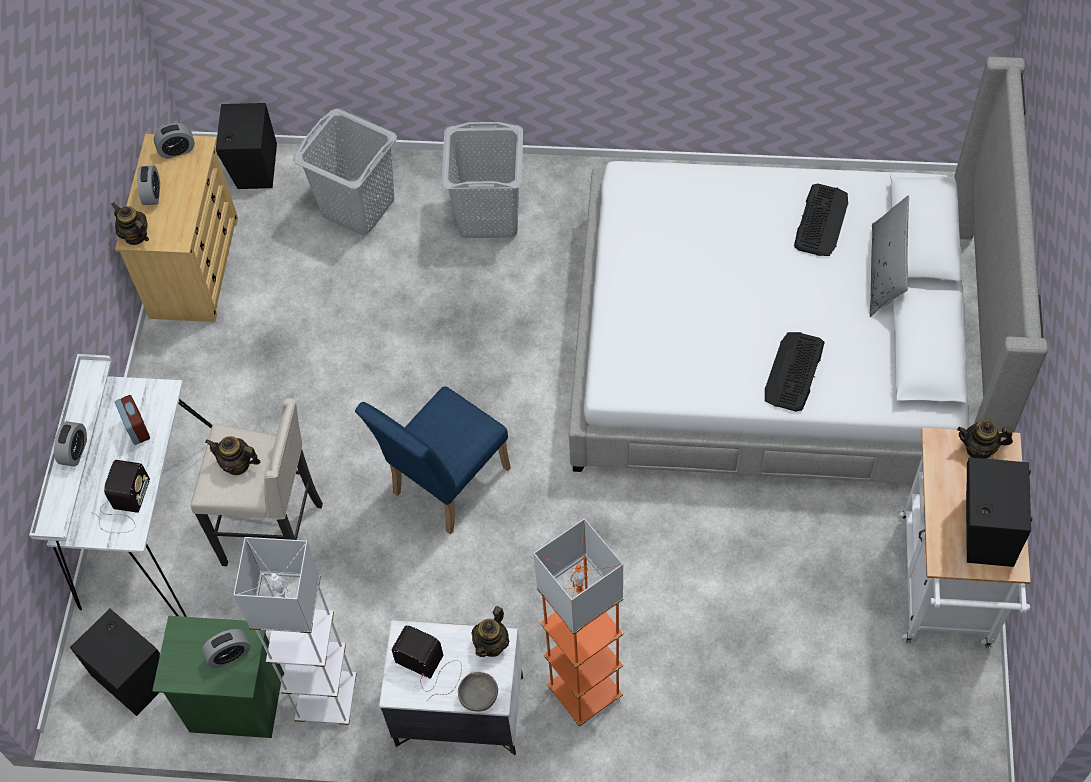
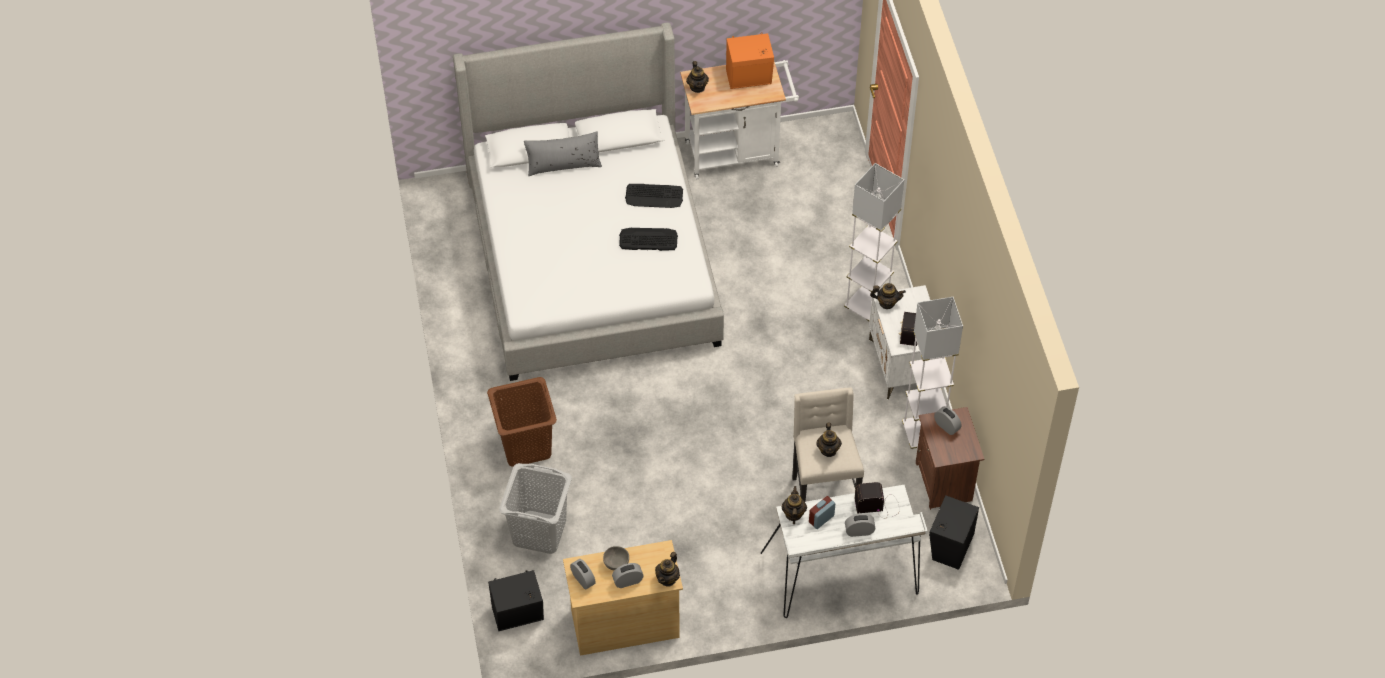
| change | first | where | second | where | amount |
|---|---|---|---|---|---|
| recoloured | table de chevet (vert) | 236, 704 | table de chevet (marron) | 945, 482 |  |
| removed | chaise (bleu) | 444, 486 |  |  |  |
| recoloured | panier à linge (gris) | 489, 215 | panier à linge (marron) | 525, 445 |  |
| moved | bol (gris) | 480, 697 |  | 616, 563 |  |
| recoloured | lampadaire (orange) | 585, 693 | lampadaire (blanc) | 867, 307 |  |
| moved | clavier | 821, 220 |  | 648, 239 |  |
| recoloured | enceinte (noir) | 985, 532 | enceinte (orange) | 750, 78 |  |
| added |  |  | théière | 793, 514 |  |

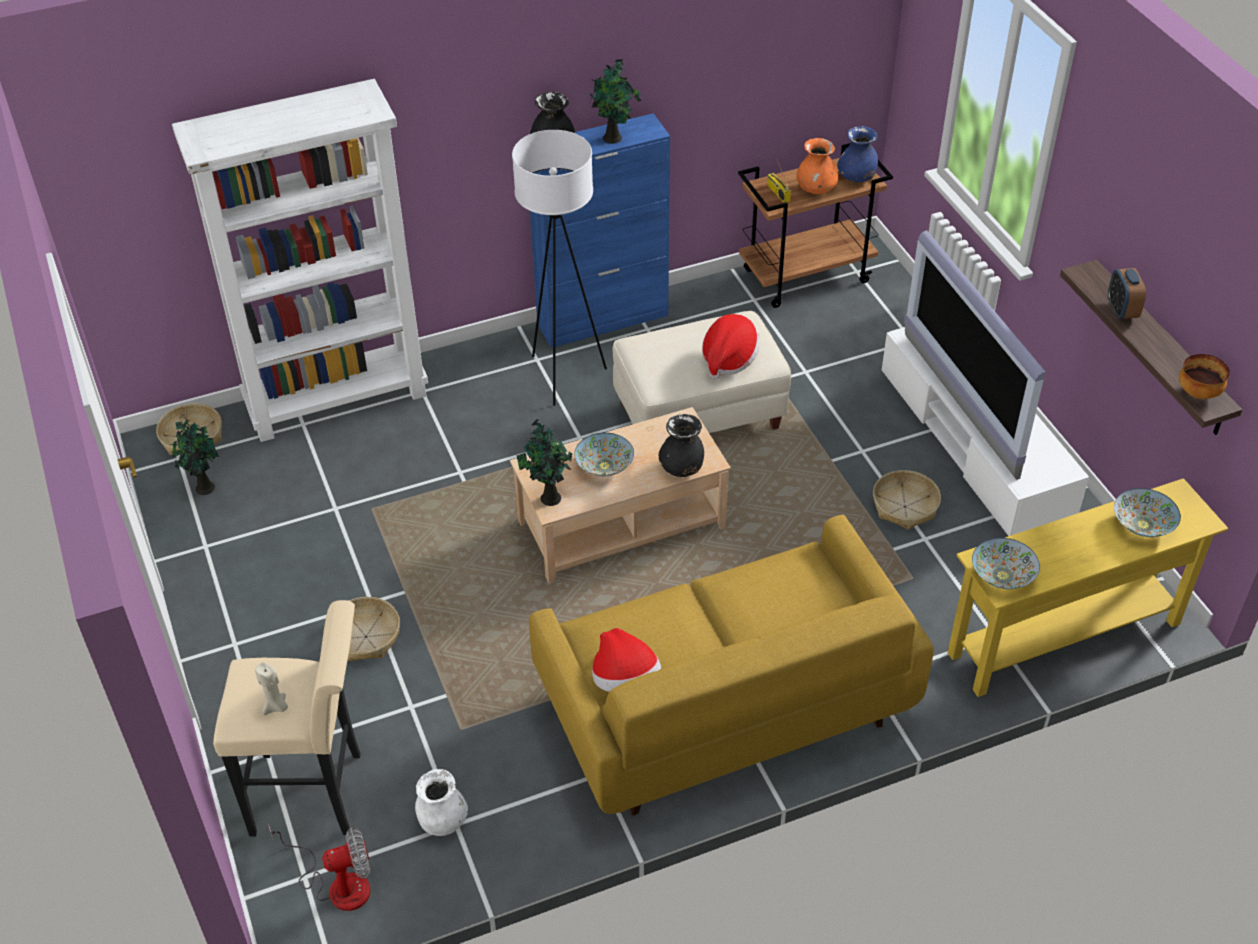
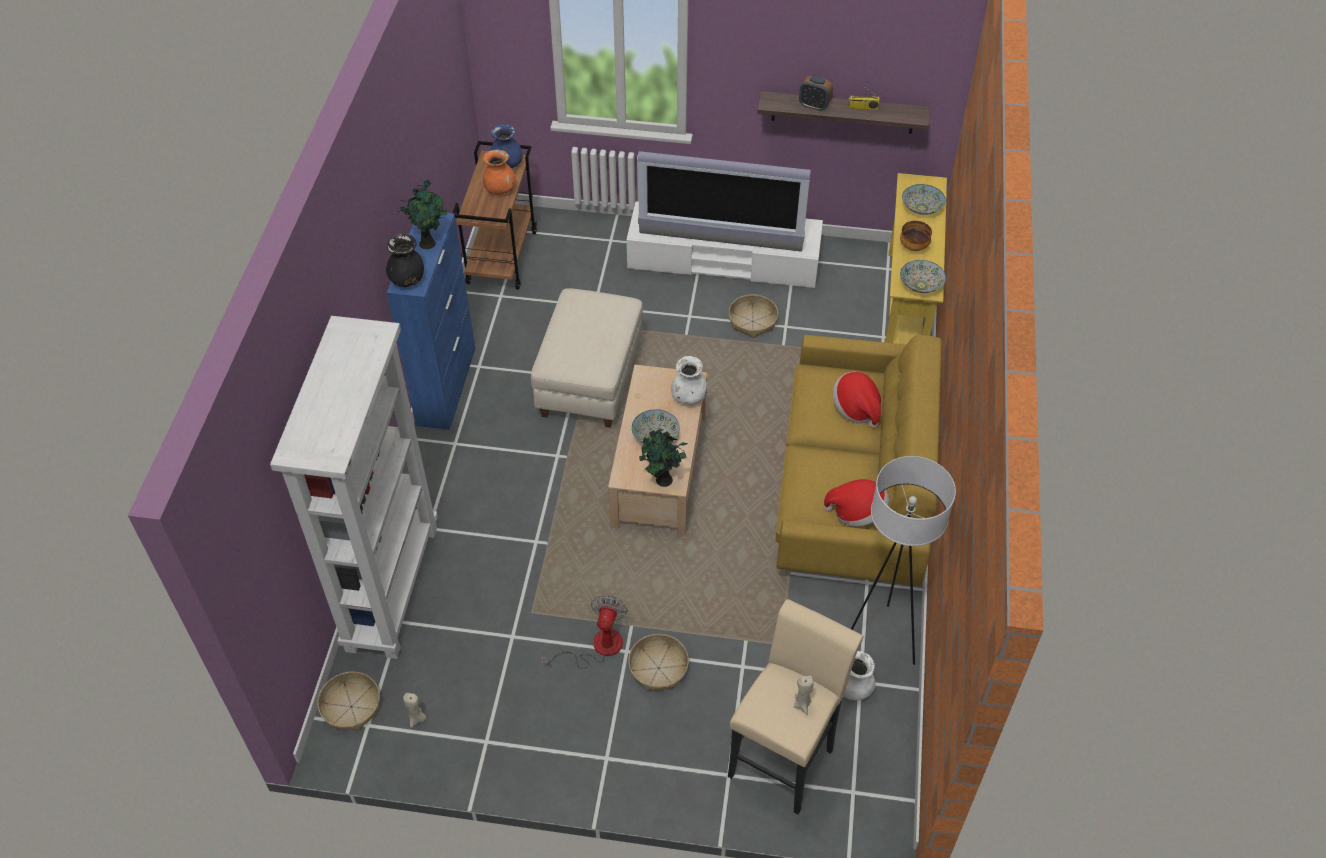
| change | first | where | second | where | amount |
|---|---|---|---|---|---|
| replaced | plante en pot | 203, 487 | bougie (beige) | 417, 719 |  |
| moved | ventilateur | 337, 884 |  | 597, 647 |  |
| moved | lampadaire (blanc) | 563, 375 |  | 879, 639 |  |
| recoloured | vase (noir) | 682, 468 | vase (blanc) | 689, 397 |  |
| moved | chapeau | 728, 359 |  | 856, 408 |  |
| moved | radio | 777, 193 |  | 862, 107 |  |
| moved | bol | 1199, 393 |  | 914, 247 |  |

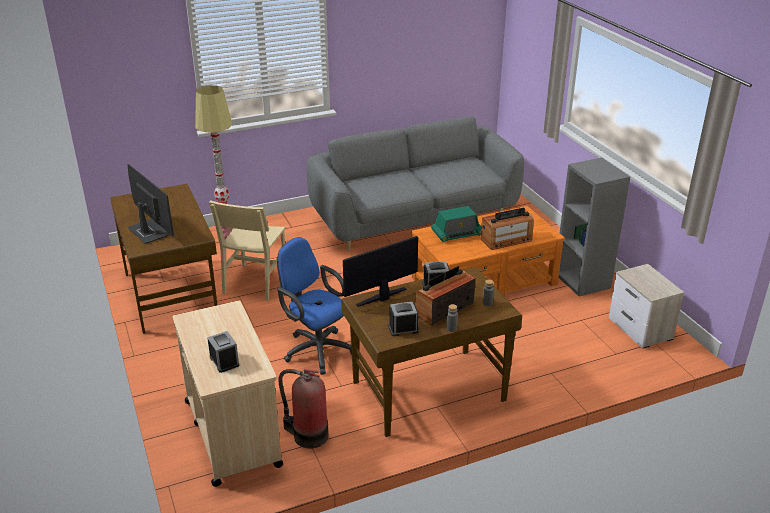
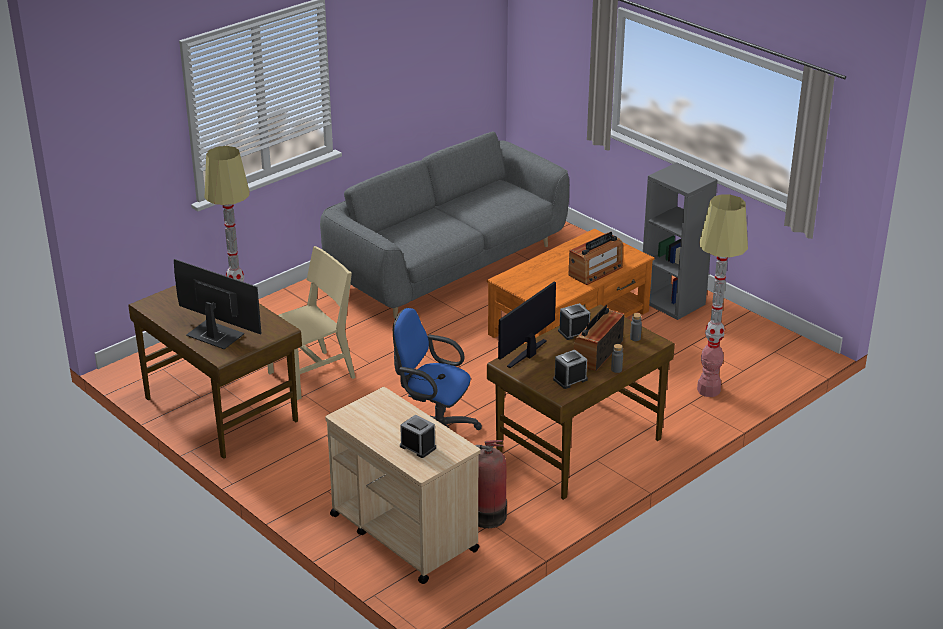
| change | first | where | second | where | amount |
|---|---|---|---|---|---|
| turned | chaise (beige) | 255, 282 |  | 312, 375 | 120 degrees counterclockwise |
| removed | radio | 457, 234 |  |  |  |
| removed | table de chevet | 640, 329 |  |  |  |
| added |  |  | lampadaire | 708, 390 |  |

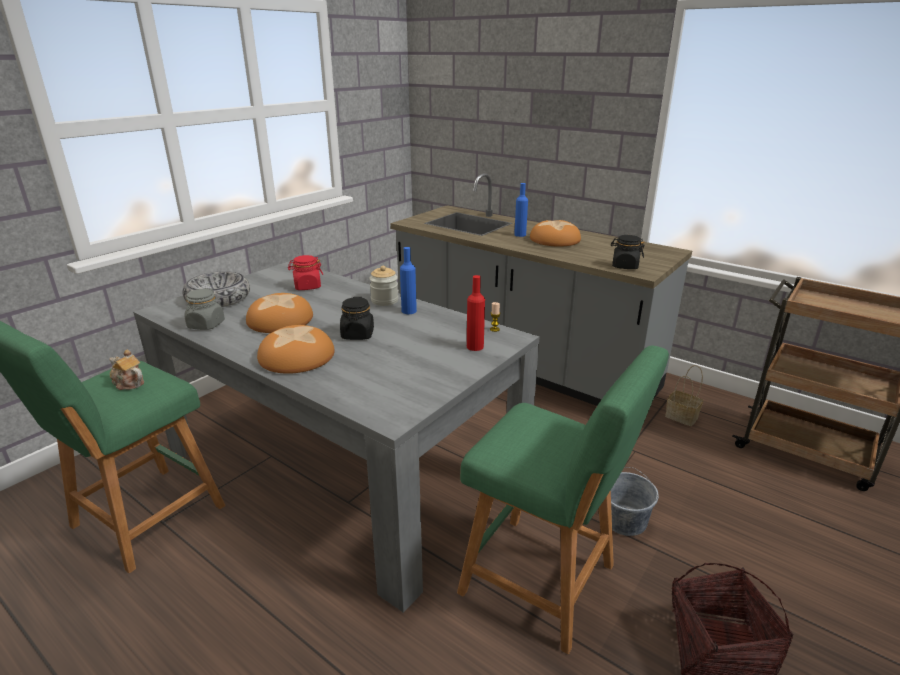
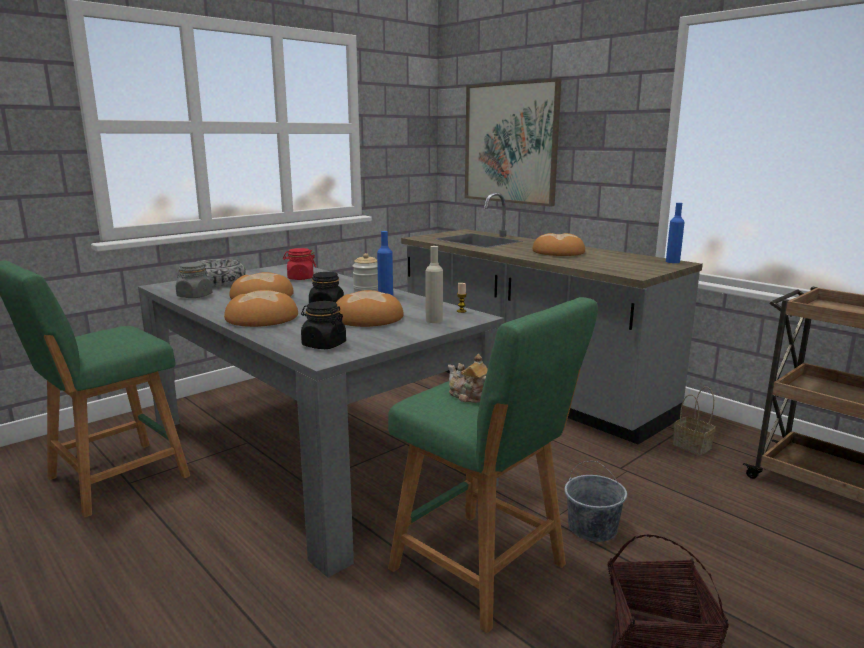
| change | first | where | second | where | amount |
|---|---|---|---|---|---|
| moved | théière | 128, 383 |  | 468, 396 |  |
| recoloured | bouteille (rouge) | 475, 346 | bouteille (beige) | 434, 320 |  |
| moved | bouteille (bleu) | 520, 235 |  | 672, 262 |  |
| moved | bocal (noir) | 625, 266 |  | 323, 345 |  |
| added |  |  | pain | 368, 318 |  |
| added |  |  | tableau | 510, 143 |  |

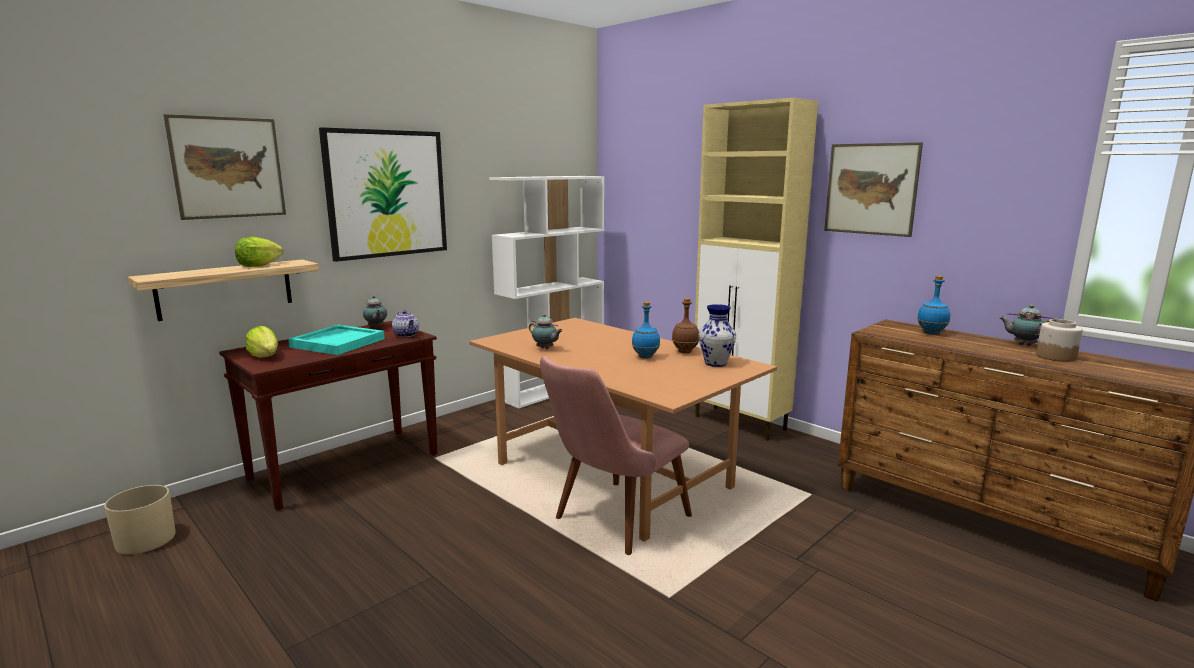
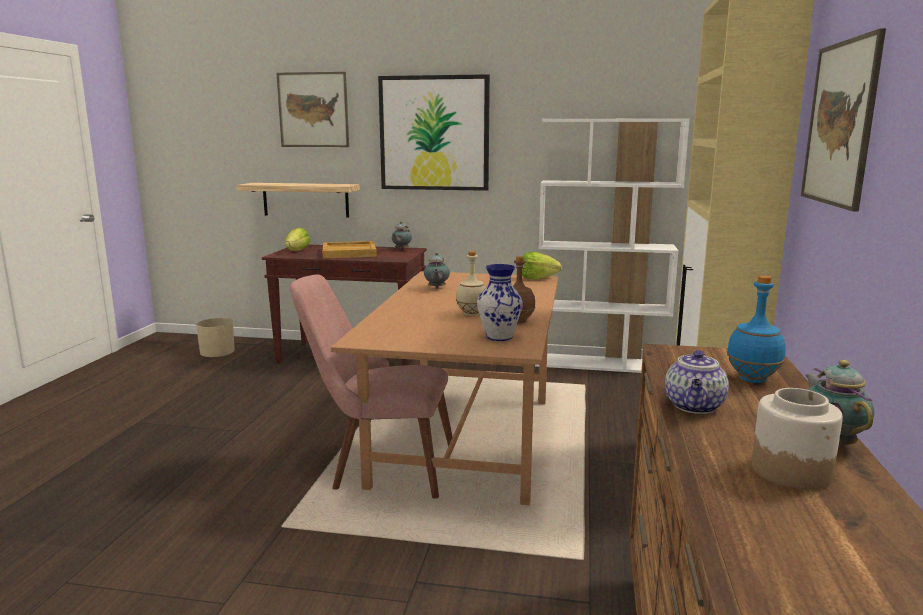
| change | first | where | second | where | amount |
|---|---|---|---|---|---|
| moved | laitue | 258, 265 |  | 537, 278 |  |
| recoloured | plateau (turquoise) | 338, 343 | plateau (beige) | 349, 252 |  |
| moved | théière | 407, 335 |  | 695, 407 |  |
| recoloured | bouteille (bleu) | 645, 357 | bouteille (beige) | 471, 314 |  |

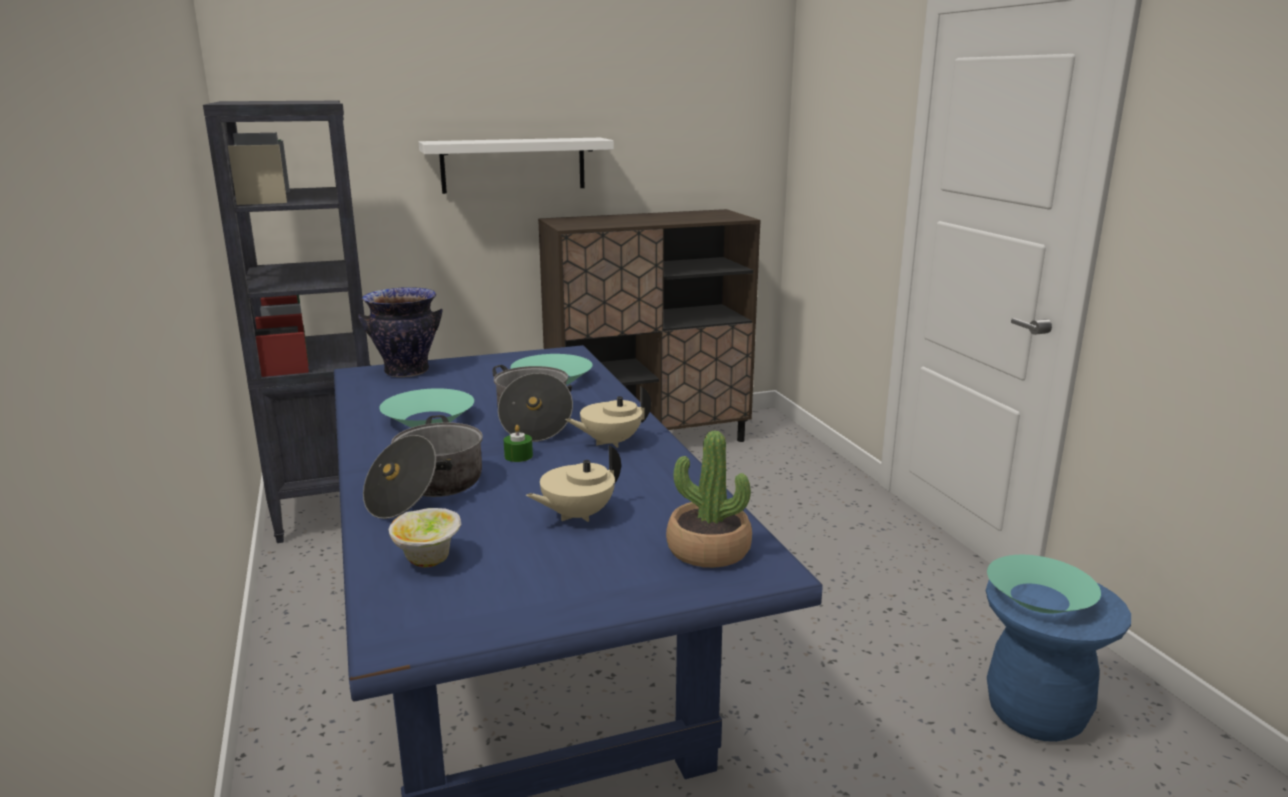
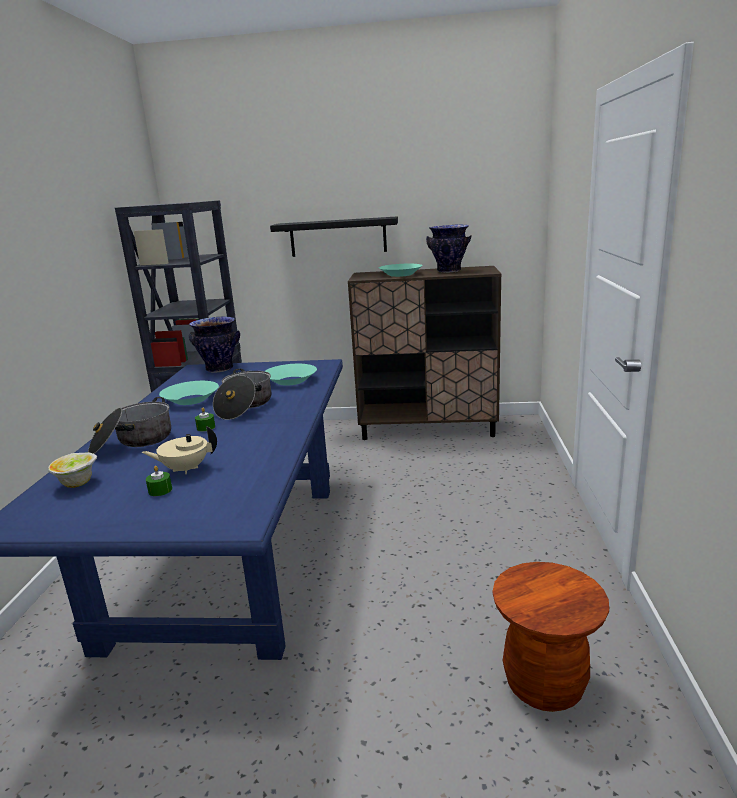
| change | first | where | second | where | amount |
|---|---|---|---|---|---|
| recoloured | étagère (blanc) | 513, 165 | étagère (noir) | 338, 237 |  |
| removed | théière (beige) | 610, 442 |  |  |  |
| removed | plante en pot | 708, 550 |  |  |  |
| recoloured | tabouret (bleu) | 1035, 714 | tabouret (marron) | 544, 684 |  |
| moved | bol (turquoise) | 1040, 598 |  | 401, 274 |  |
| added |  |  | bougie (vert) | 160, 490 |  |
| added |  |  | vase | 449, 271 |  |

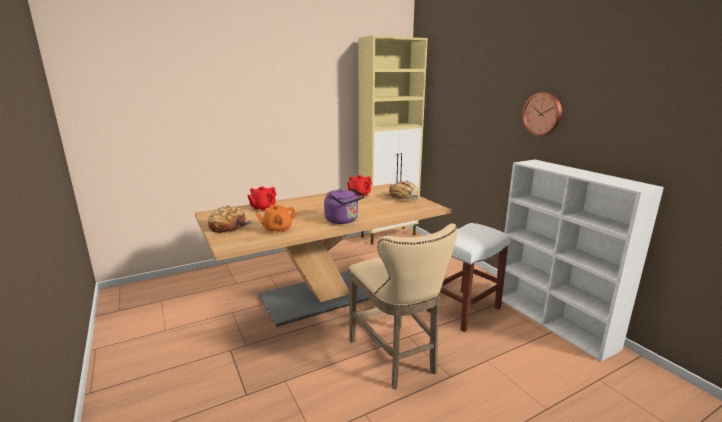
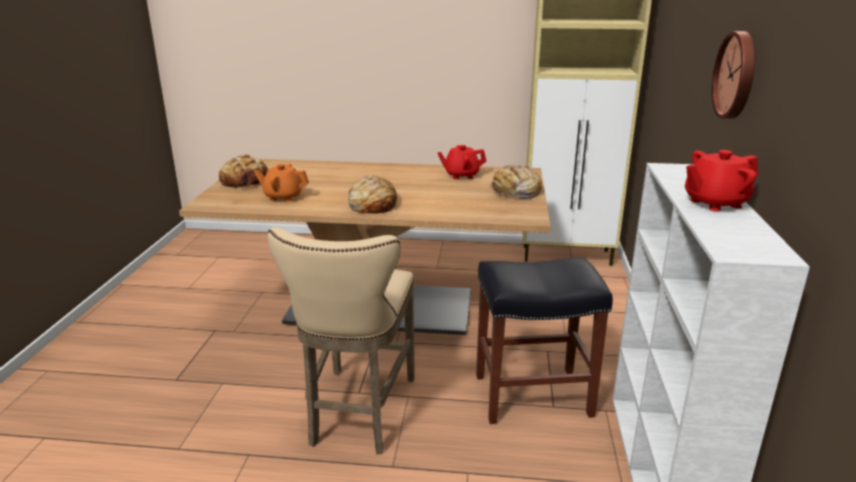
| change | first | where | second | where | amount |
|---|---|---|---|---|---|
| moved | théière (rouge) | 263, 208 |  | 714, 203 |  |
| replaced | bouilloire (violet) | 343, 220 | pain | 372, 205 |  |
| recoloured | tabouret (blanc) | 463, 309 | tabouret (noir) | 534, 394 |  |

